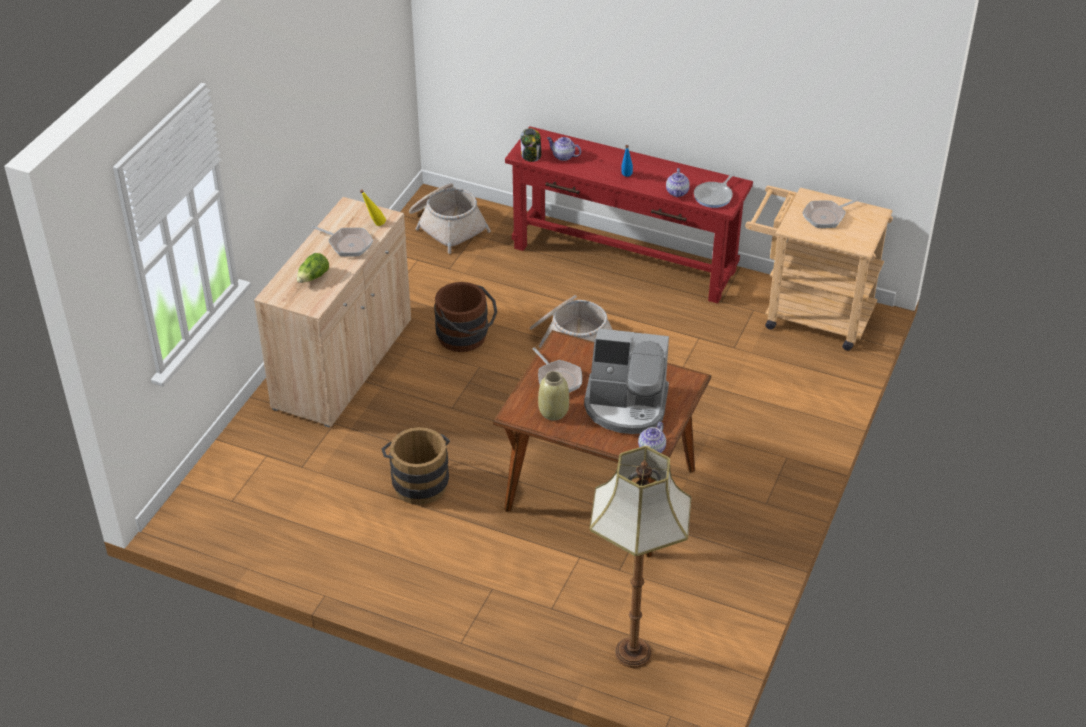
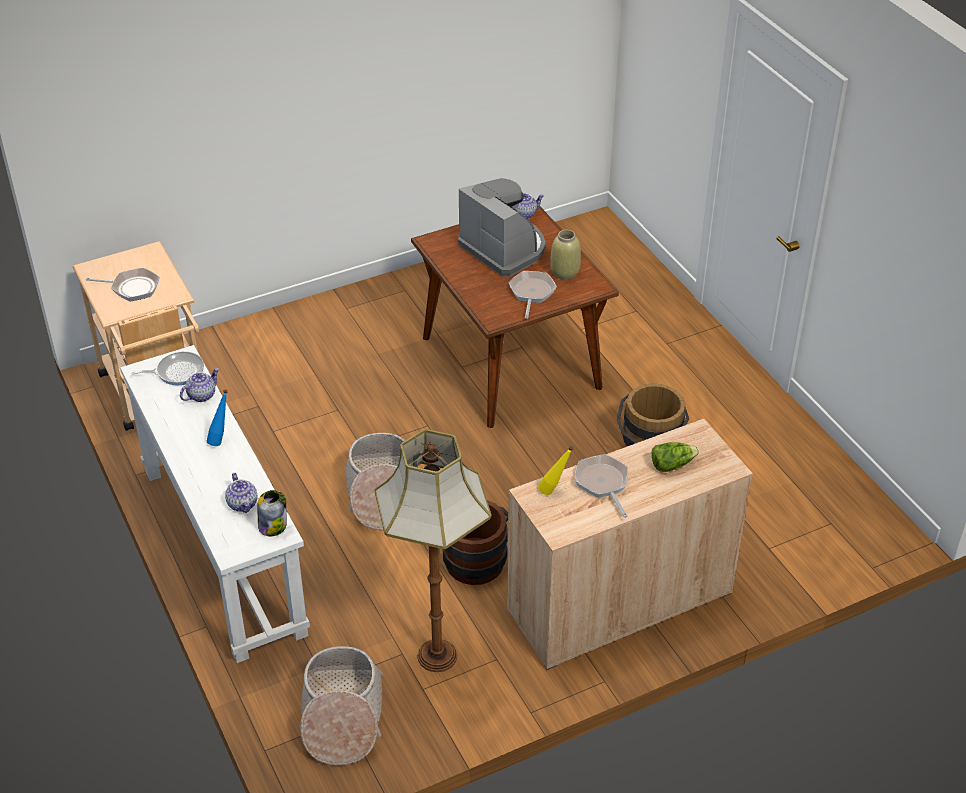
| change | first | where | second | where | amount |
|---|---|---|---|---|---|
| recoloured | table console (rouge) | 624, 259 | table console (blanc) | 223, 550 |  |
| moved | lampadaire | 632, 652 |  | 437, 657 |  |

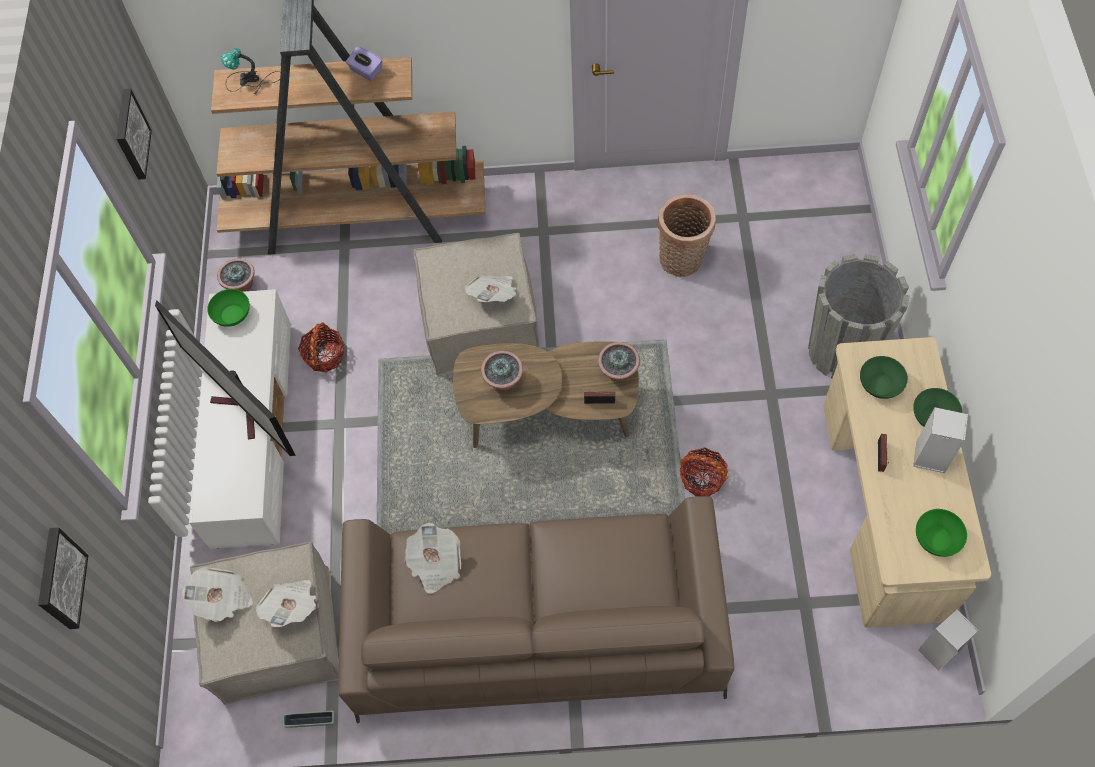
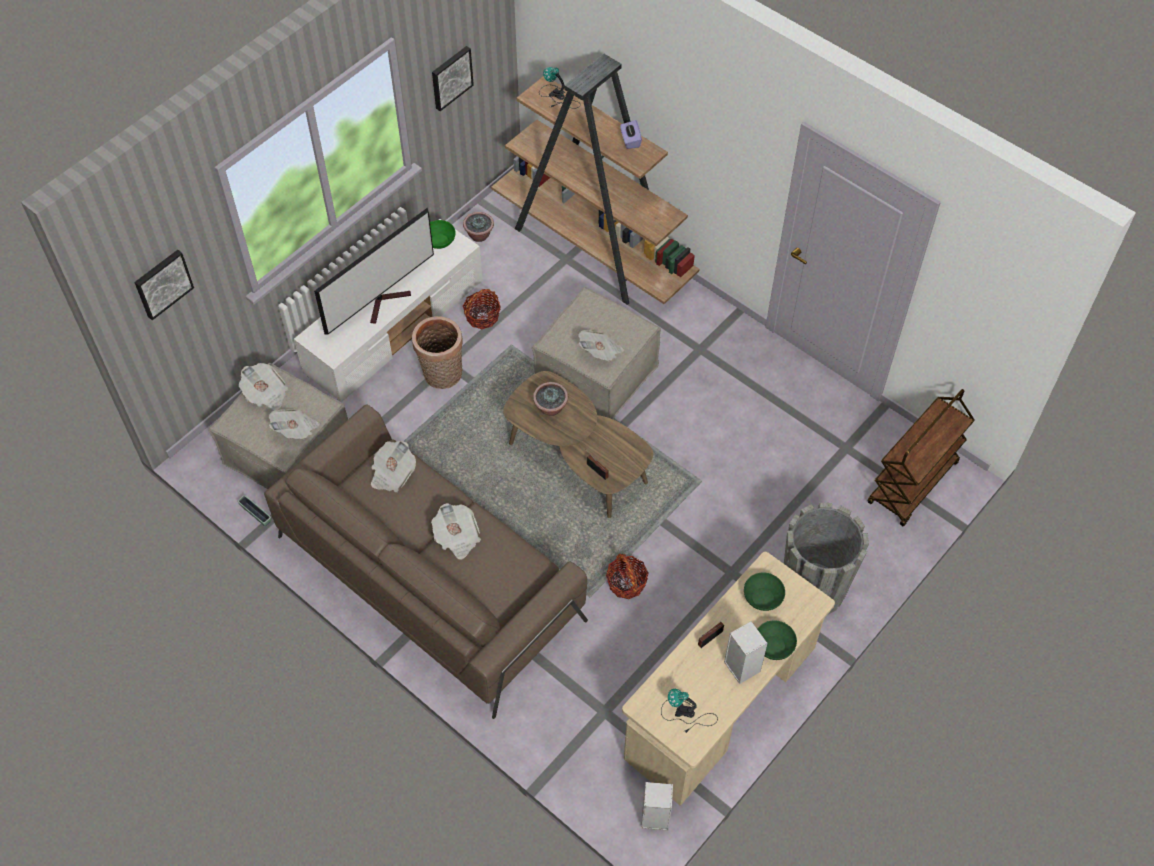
| change | first | where | second | where | amount |
|---|---|---|---|---|---|
| turned | téléviseur | 243, 412 |  | 386, 301 | 135 degrees counterclockwise |
| removed | plante en pot | 618, 372 |  |  |  |
| moved | panier | 682, 261 |  | 442, 376 |  |
| replaced | bol (vert) | 937, 539 | lampe de table | 686, 715 |  |
| added |  |  | journal | 457, 537 |  |
| added |  |  | chariot (marron) | 913, 484 |  |

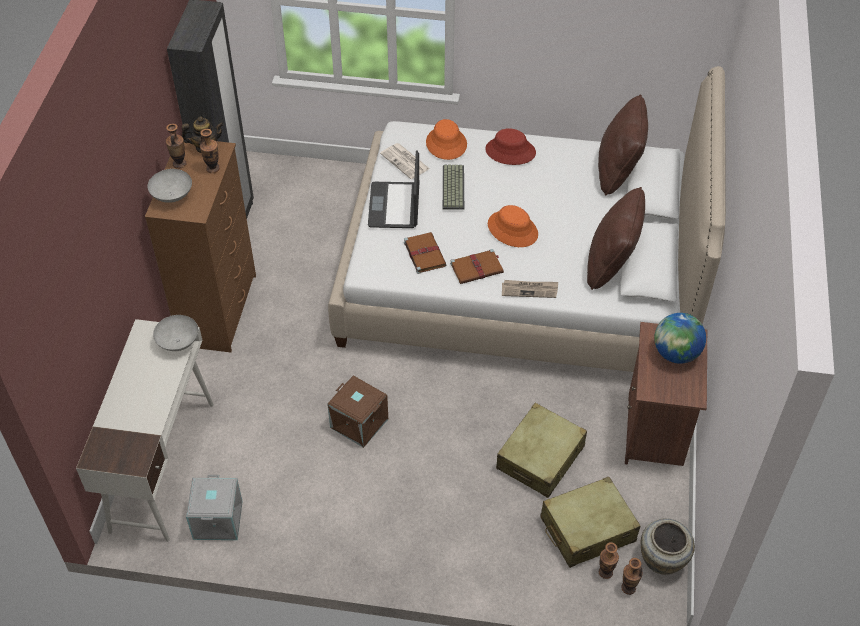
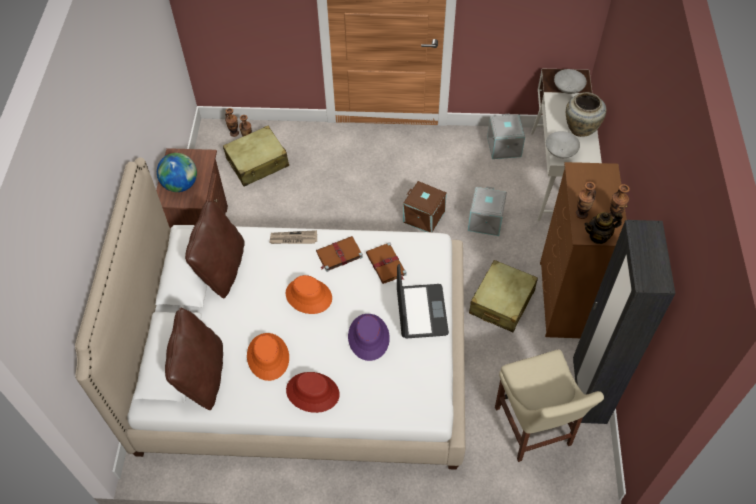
| change | first | where | second | where | amount |
|---|---|---|---|---|---|
| moved | bol (gris) | 172, 196 |  | 568, 88 |  |
| removed | journal | 405, 161 |  |  |  |
| moved | chapeau (orange) | 446, 144 |  | 268, 357 |  |
| replaced | clavier | 452, 187 | chapeau (violet) | 369, 337 |  |
| moved | valise (beige) | 540, 458 |  | 501, 302 |  |
| moved | vase (beige) | 662, 561 |  | 581, 128 |  |
| added |  |  | boîte de rangement (gris) | 486, 221 |  |
| added |  |  | chaise (beige) | 534, 430 |  |

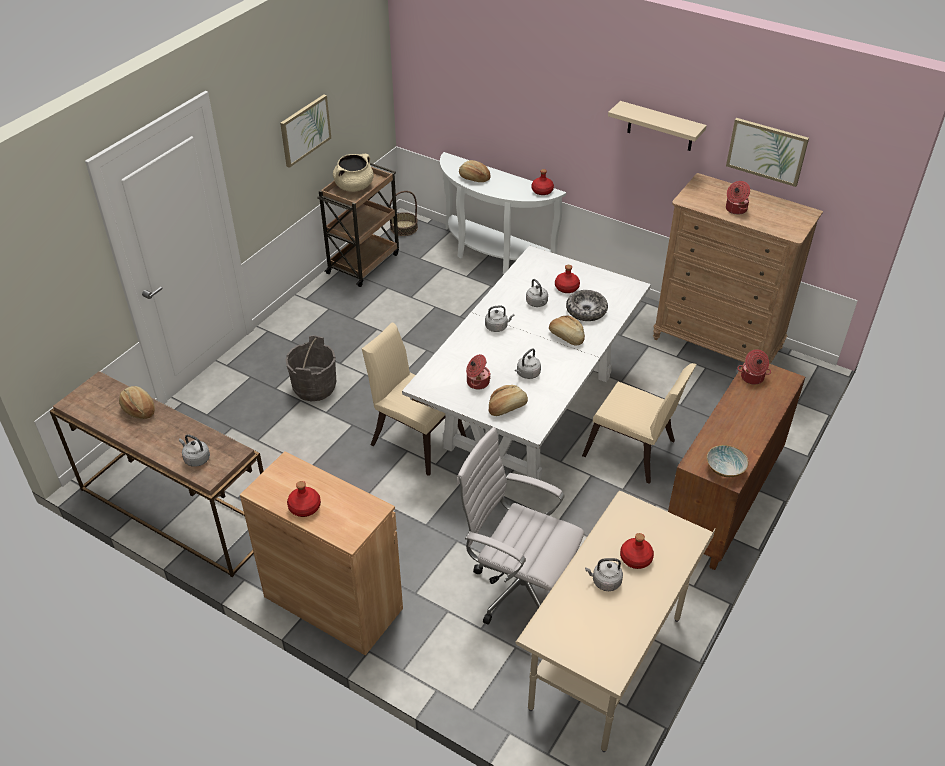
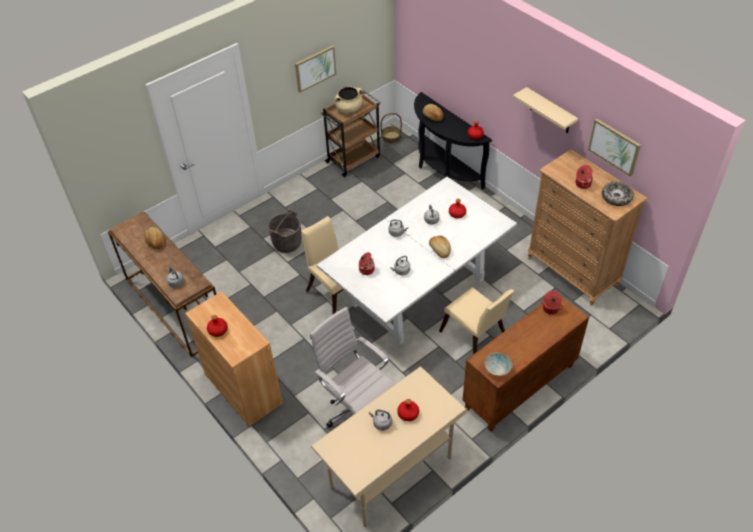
| change | first | where | second | where | amount |
|---|---|---|---|---|---|
| recoloured | table console (blanc) | 492, 255 | table console (noir) | 443, 170 |  |
| removed | pain | 507, 407 |  |  |  |
| moved | bol | 586, 310 |  | 616, 197 |  |

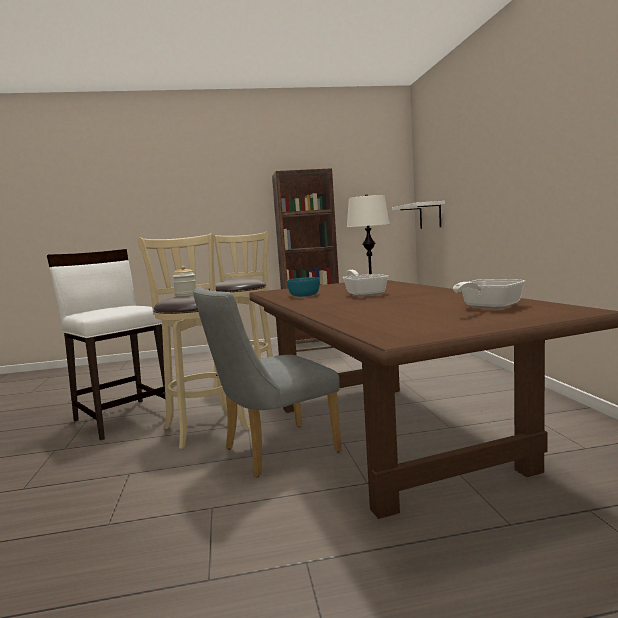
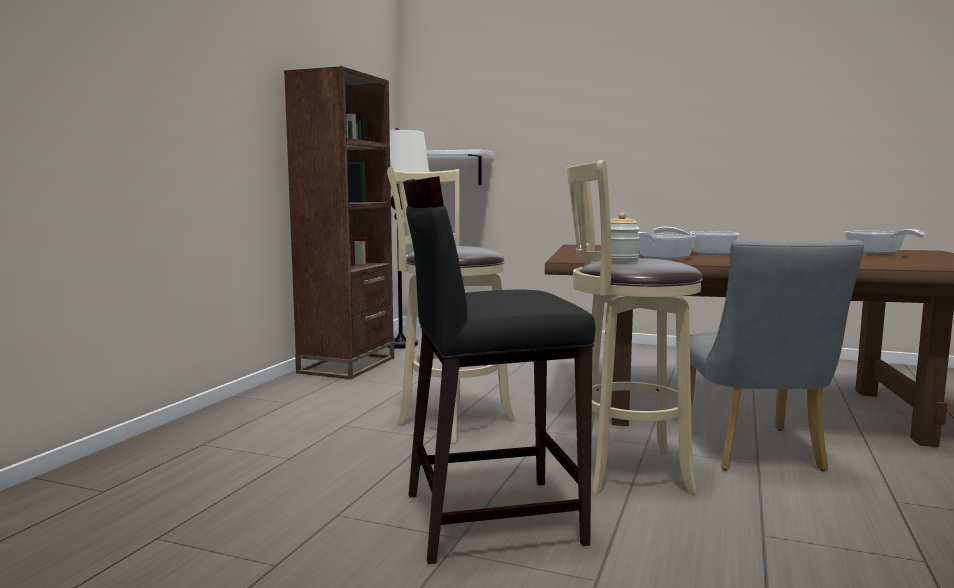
| change | first | where | second | where | amount |
|---|---|---|---|---|---|
| recoloured | tabouret (blanc) | 123, 418 | tabouret (noir) | 489, 517 |  |
| replaced | bol (turquoise) | 303, 295 | poêle | 660, 258 |  |

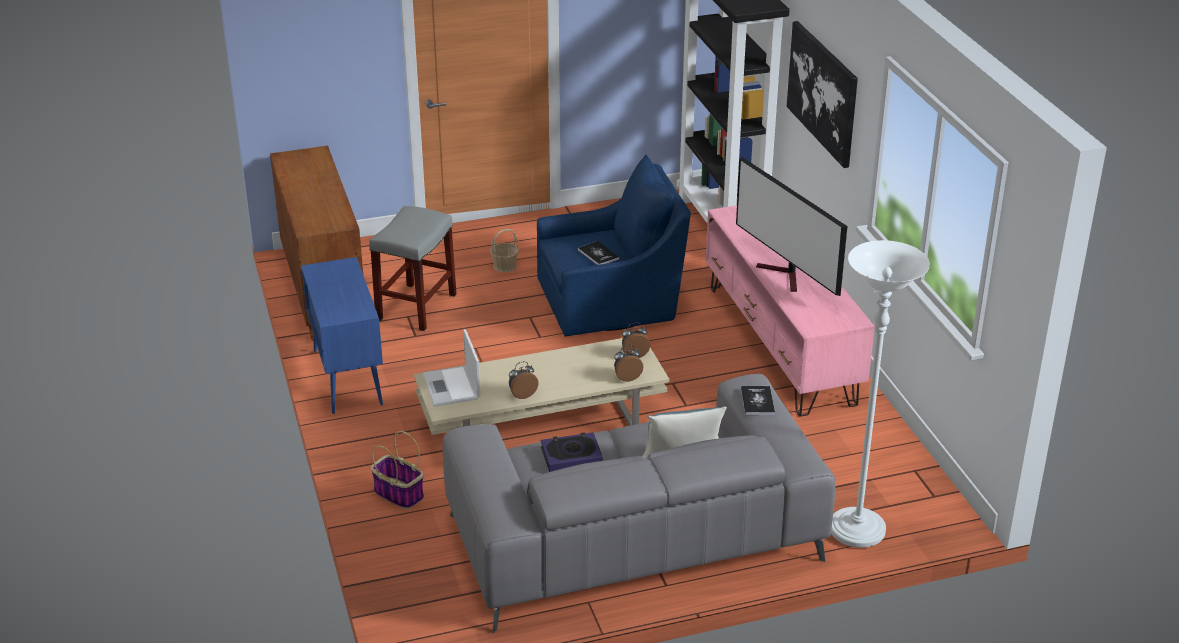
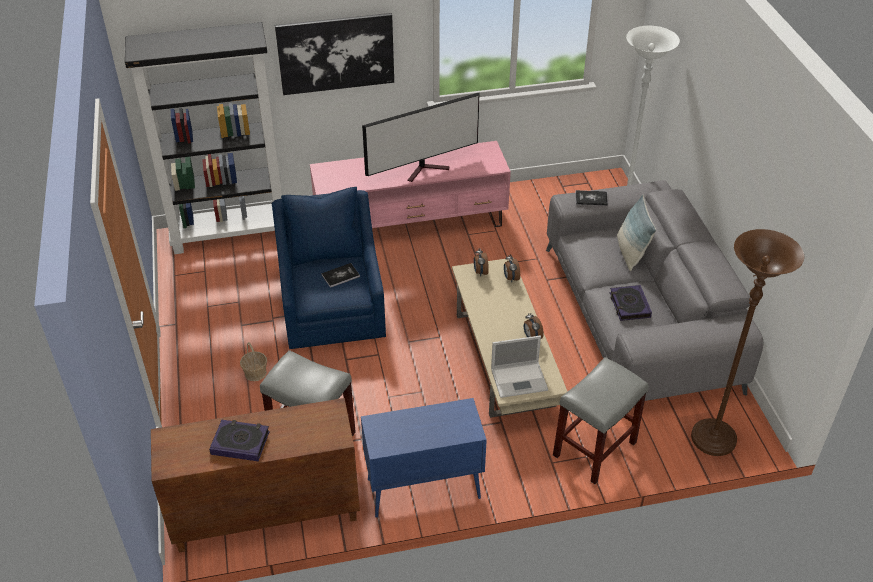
| change | first | where | second | where | amount |
|---|---|---|---|---|---|
| replaced | panier | 398, 494 | tabouret (gris) | 594, 450 |  |
| added |  |  | livre | 240, 443 |  |
| added |  |  | lampadaire (marron) | 713, 439 |  |

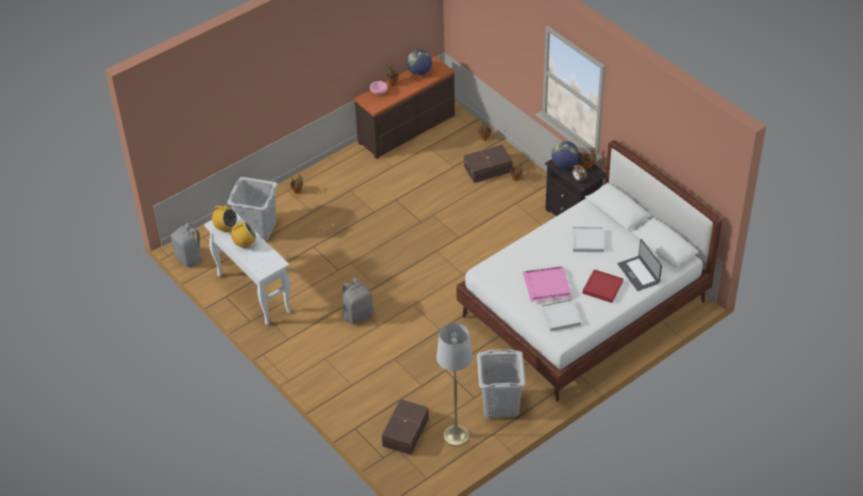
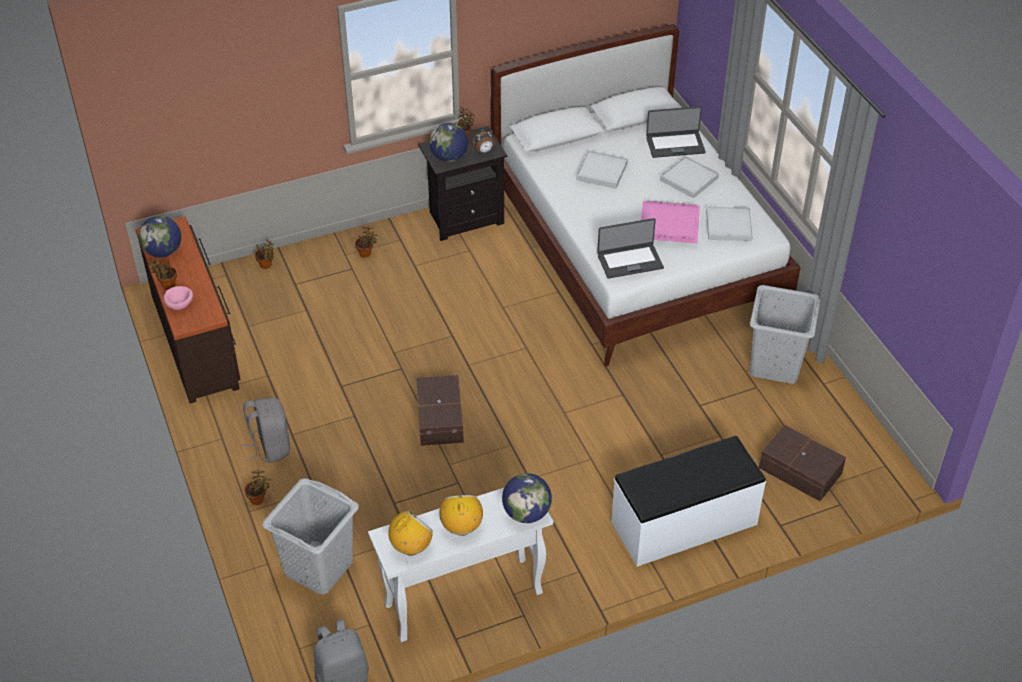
| change | first | where | second | where | amount |
|---|---|---|---|---|---|
| moved | sac à dos (gris) | 357, 314 |  | 270, 447 |  |
| removed | lampadaire (gris) | 456, 435 |  |  |  |
| moved | boîte de rangement (marron) | 488, 169 |  | 441, 417 |  |
| recoloured | plateau (rouge) | 602, 287 | plateau (blanc) | 689, 179 |  |
| added |  |  | globe | 526, 513 |  |
| added |  |  | ordinateur portable | 630, 261 |  |
| added |  |  | banc (blanc) | 684, 524 |  |

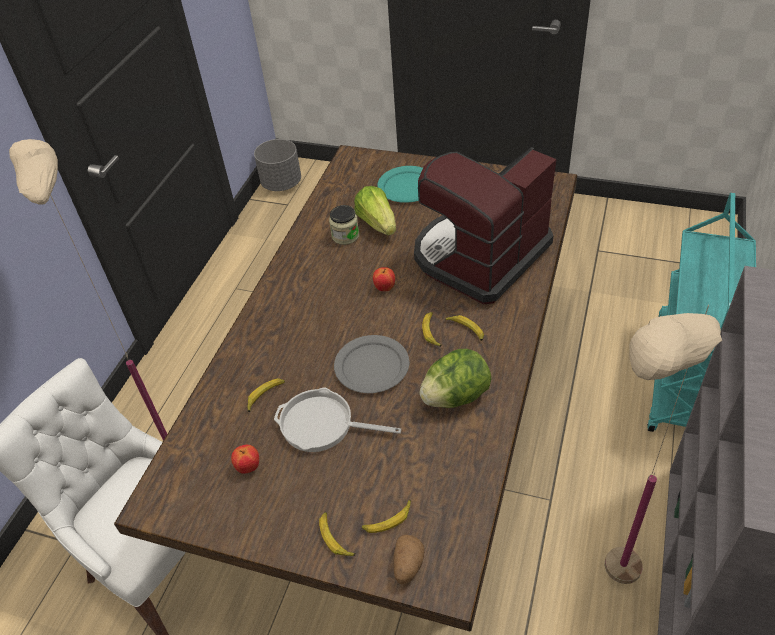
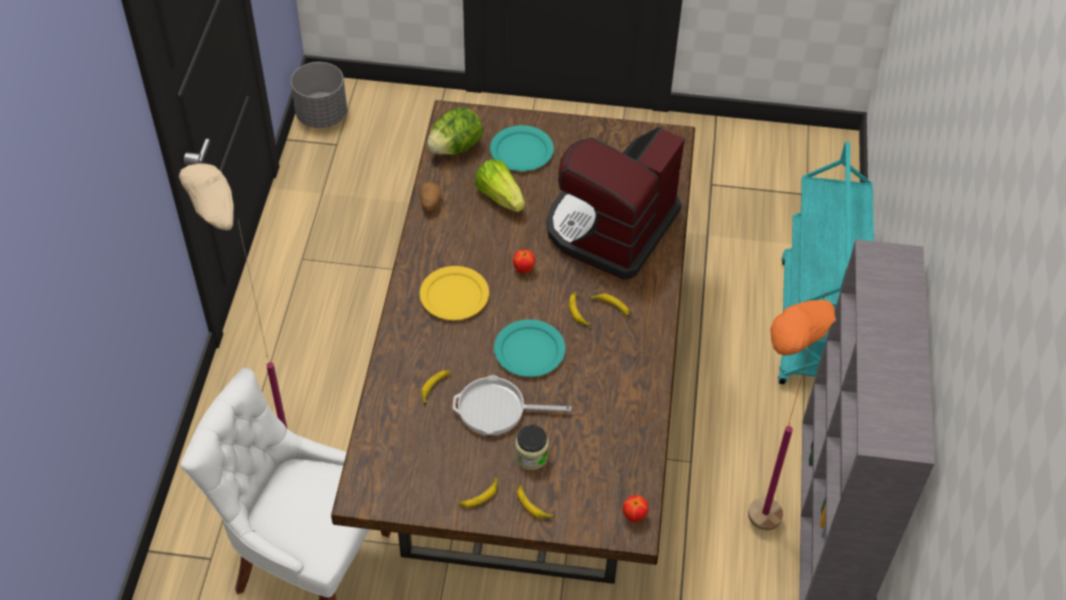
| change | first | where | second | where | amount |
|---|---|---|---|---|---|
| moved | pomme | 248, 467 |  | 634, 516 |  |
| moved | bocal | 345, 236 |  | 531, 456 |  |
| recoloured | assiette (gris) | 371, 366 | assiette (turquoise) | 529, 350 |  |
| moved | banane | 388, 520 |  | 479, 495 |  |
| moved | pomme de terre | 407, 566 |  | 430, 203 |  |
| moved | laitue | 456, 396 |  | 455, 147 |  |
| recoloured | lampadaire (beige) | 603, 593 | lampadaire (orange) | 748, 542 |  |
| added |  |  | assiette (jaune) | 455, 295 |  |

